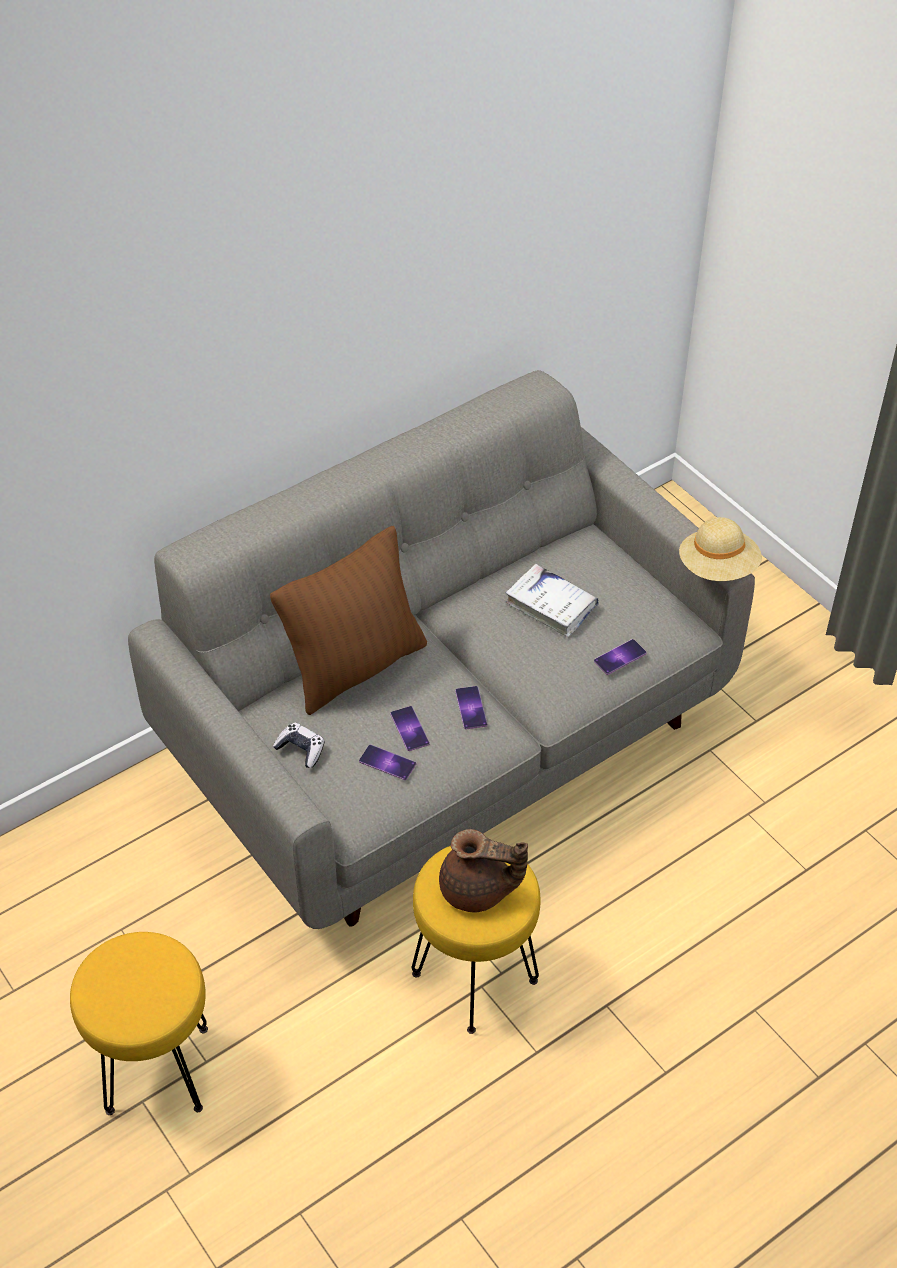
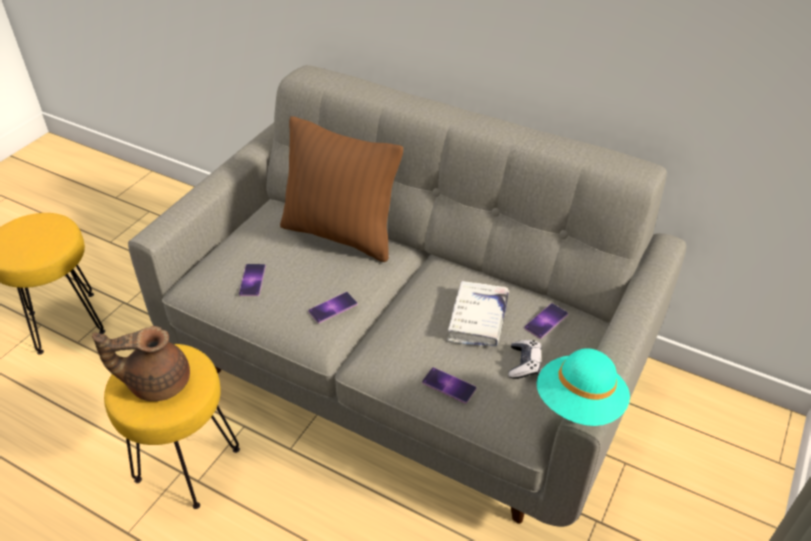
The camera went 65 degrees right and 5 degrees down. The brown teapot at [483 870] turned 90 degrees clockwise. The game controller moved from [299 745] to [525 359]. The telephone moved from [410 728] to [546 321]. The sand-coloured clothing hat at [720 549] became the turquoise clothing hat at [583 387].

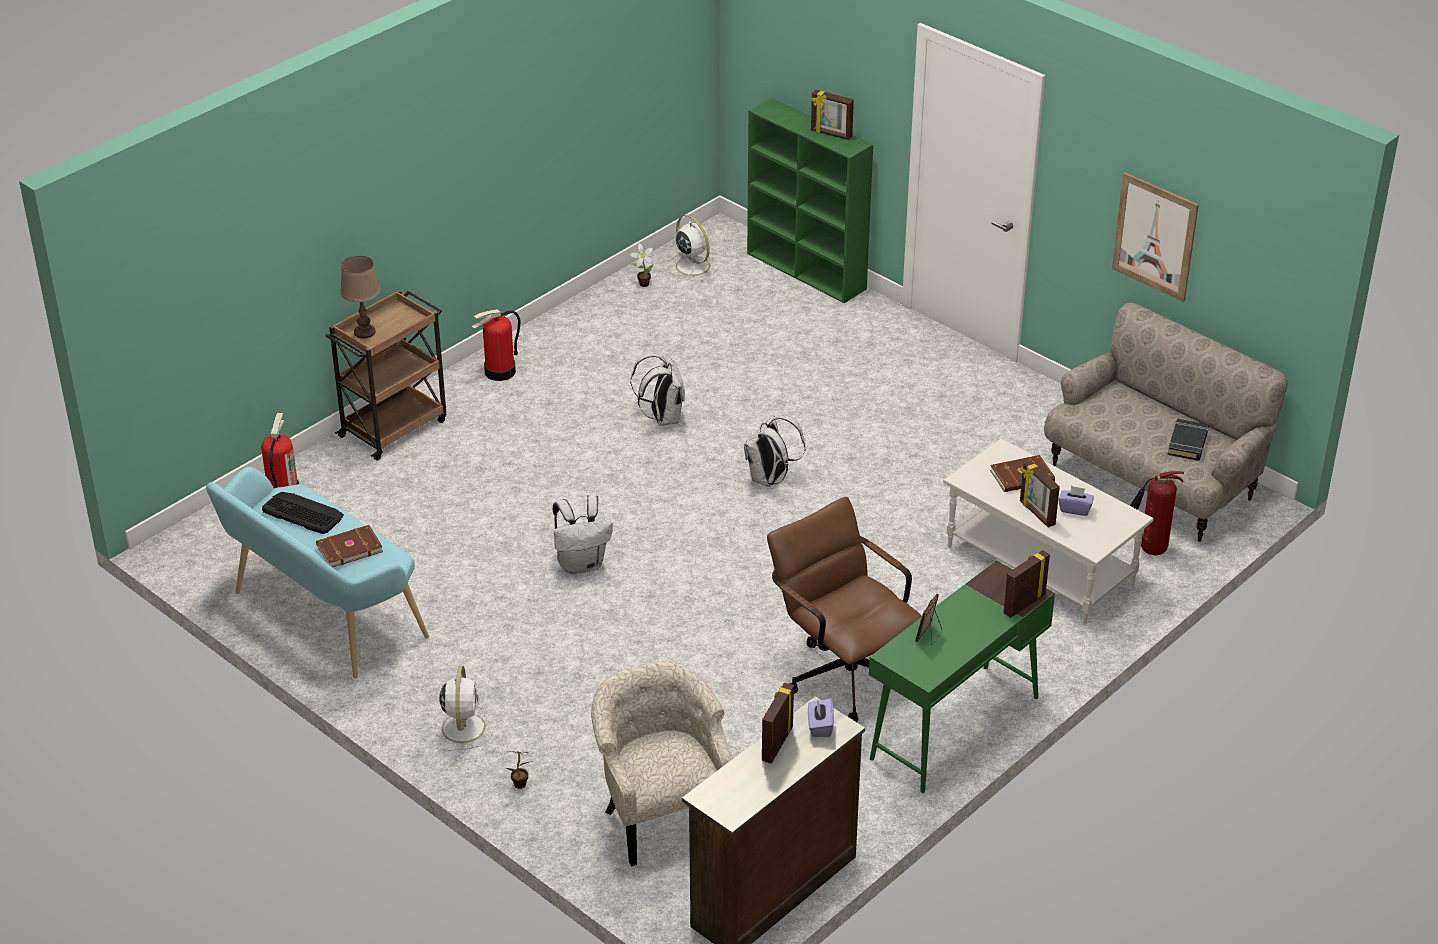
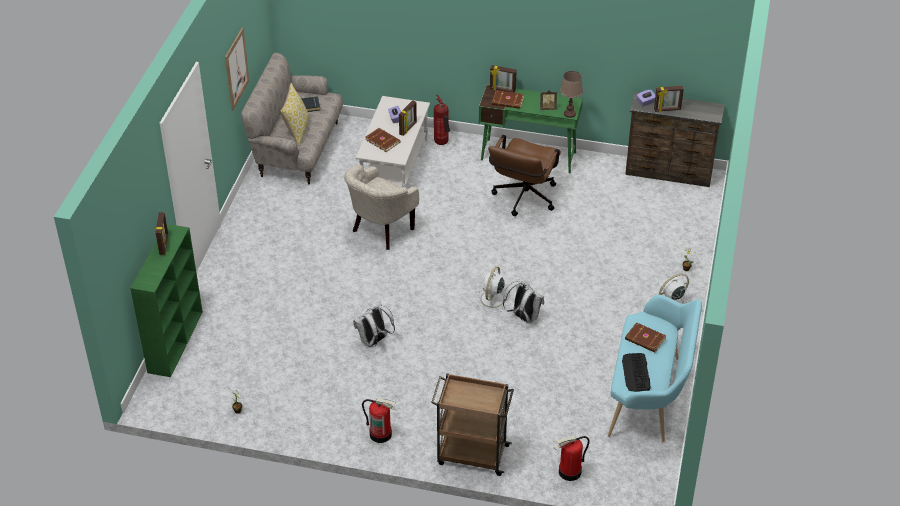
The camera went 120 degrees left and 5 degrees up. The pillow at [295 114] appeared. The sand-coloured armchair moved from [662 764] to [381 207]. The fire extinguisher moved from [1157 513] to [442 120]. The white fan moved from [692 248] to [492 289]. The brown bound book at [508 99] appeared. The brown lamp for a table moved from [360 297] to [571 94]. The white backpack at [774 451] disappeared.

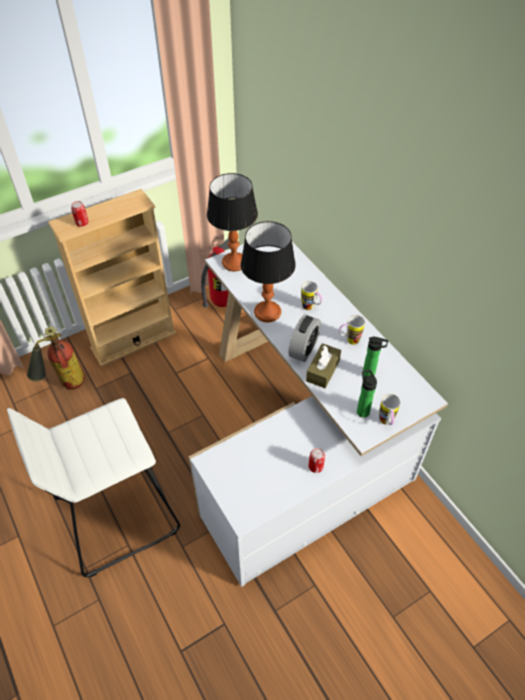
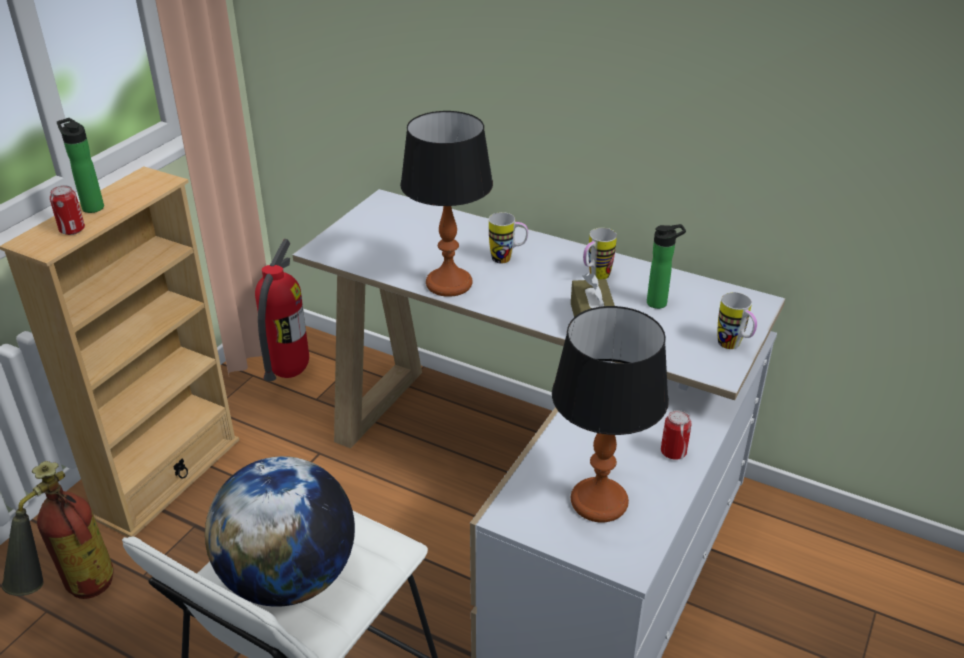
The camera went 30 degrees left and 15 degrees down. The drink bottle moved from [367 394] to [80 165]. The world globe at [280 531] appeared. The lamp for a table moved from [232 222] to [610 414]. The alarm clock at [304 338] disappeared.

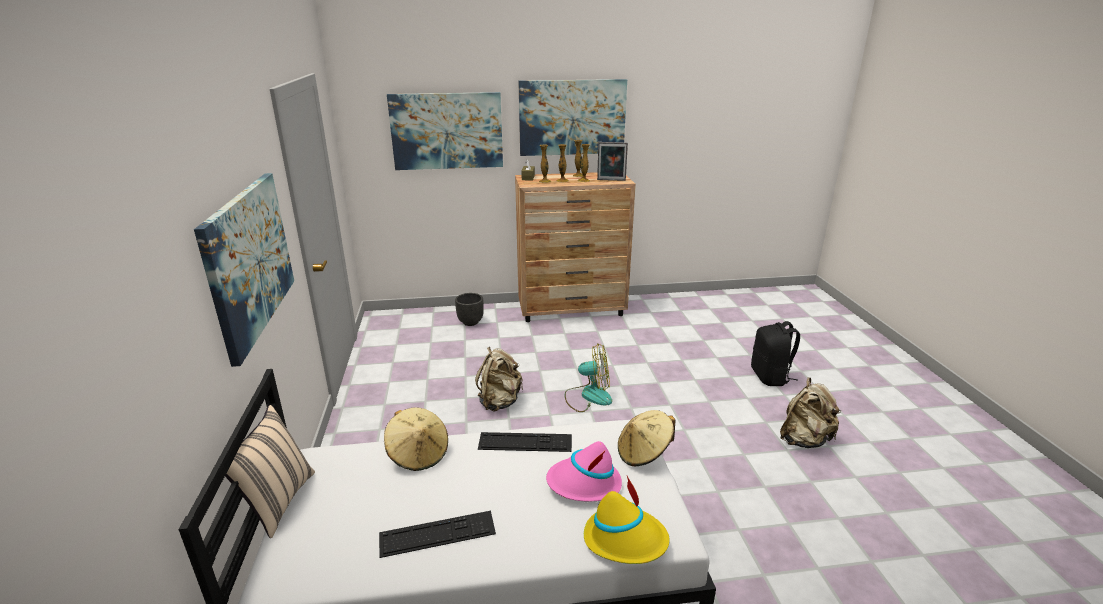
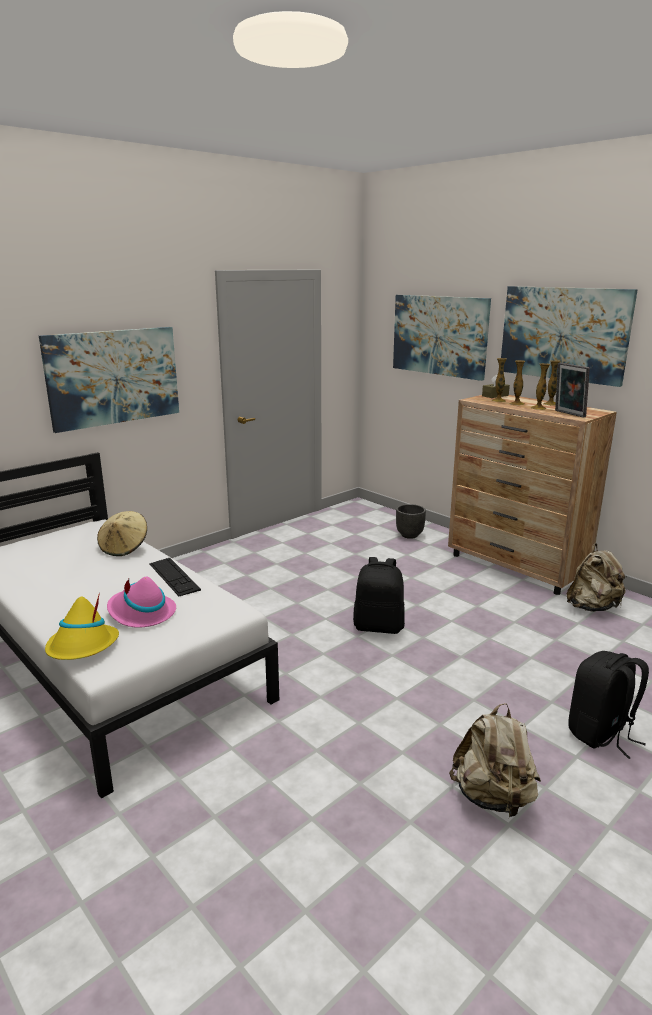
The camera went 55 degrees right and 5 degrees down. The fan at [588 377] was replaced by the black backpack at [379 595]. The sand-coloured backpack moved from [499 379] to [596 577]. The sand-coloured pillow at [270 471] disappeared. The PC keyboard at [437 534] disappeared. The sand-coloured clothing hat at [646 438] disappeared.

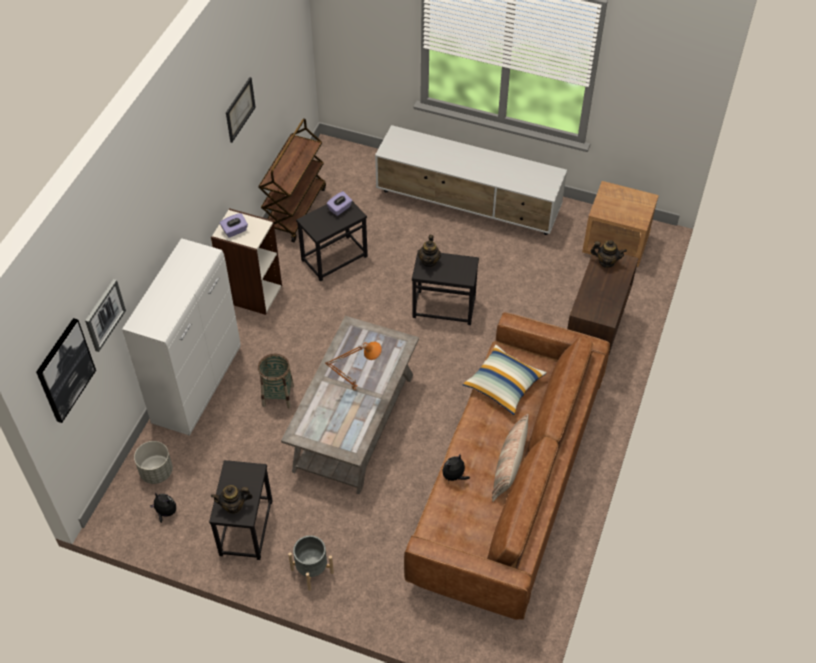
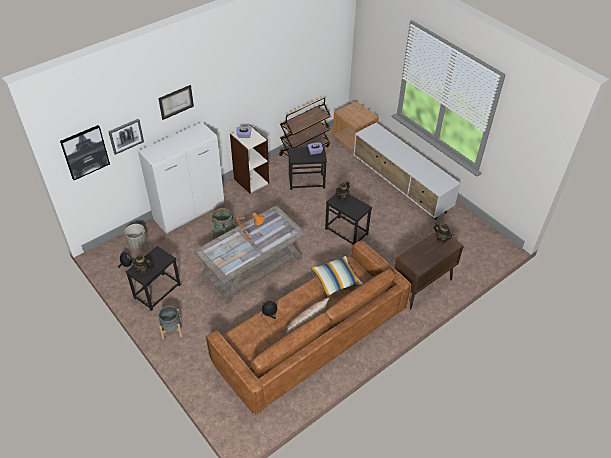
The camera went 30 degrees right and 5 degrees down. The wall picture moved from [241 110] to [176 102]. The brown night table moved from [620 224] to [356 127].

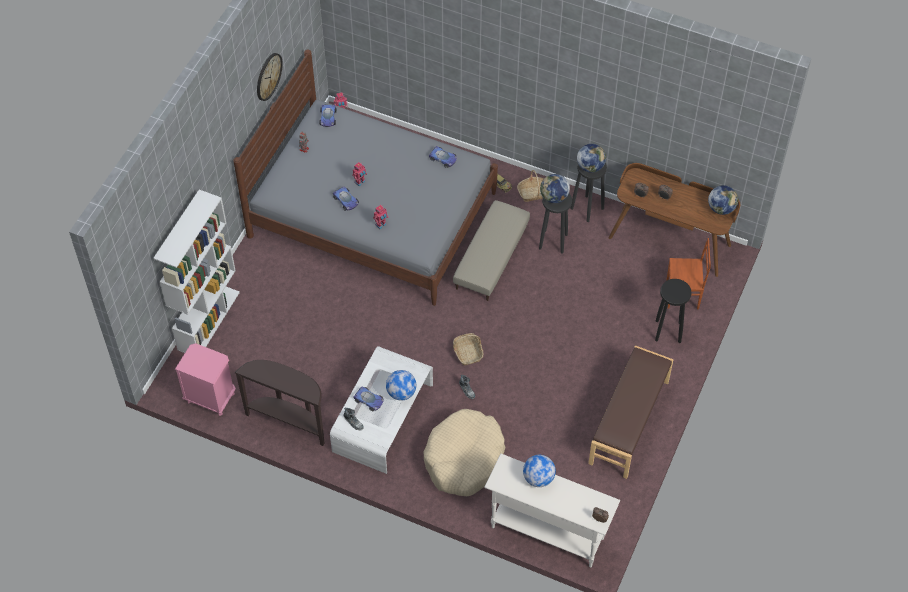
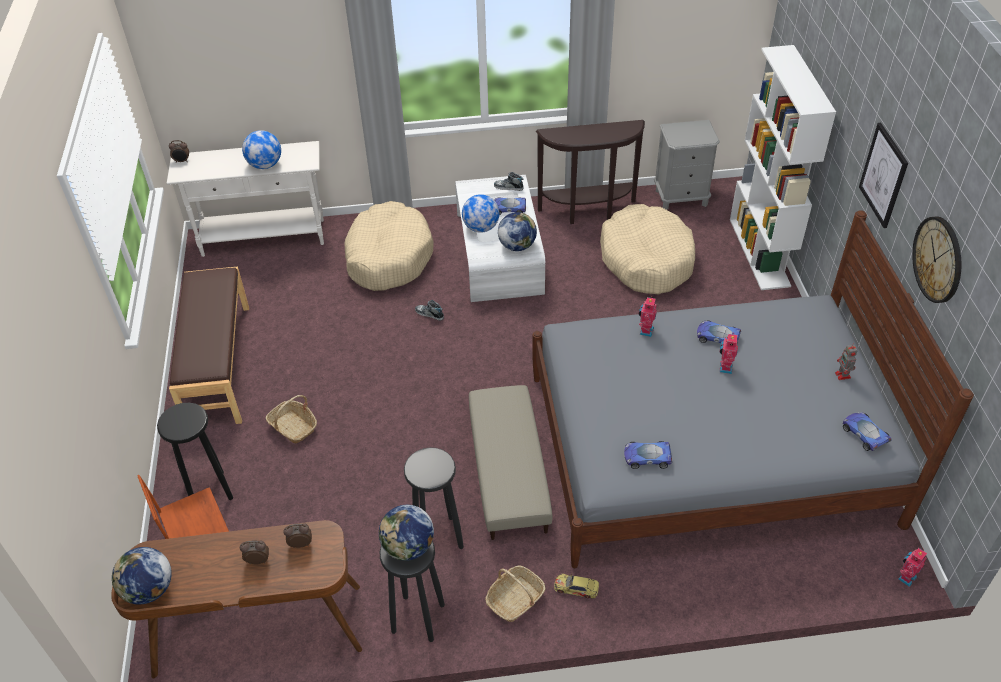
The camera went 150 degrees right and 10 degrees down. The basket moved from [468 349] to [291 419]. The world globe moved from [555 188] to [517 231]. The sand-coloured pet bed at [647 249] appeared. The pink-coloured night table at [205 379] became the grey night table at [687 165]. The wall picture at [883 175] appeared.

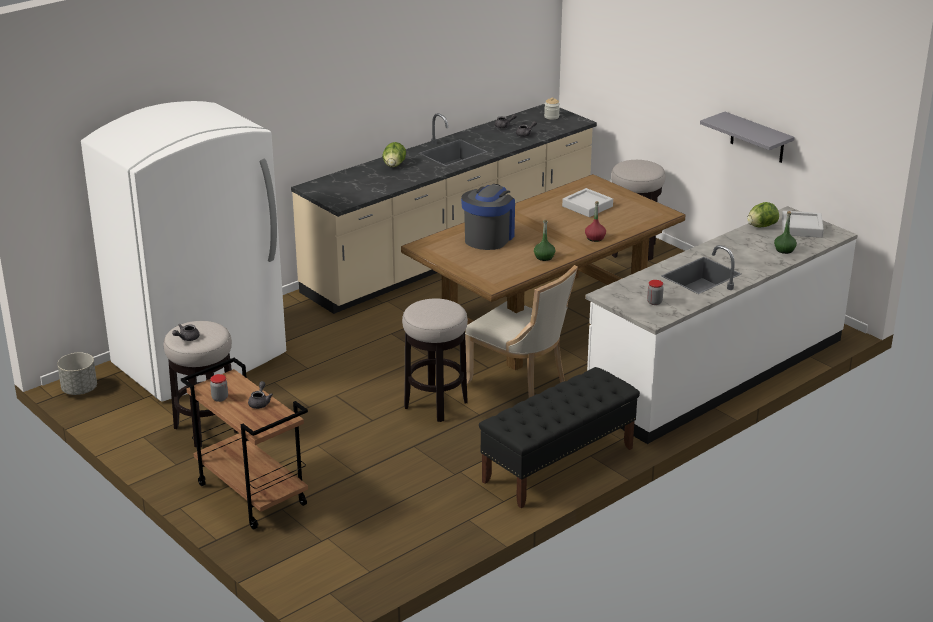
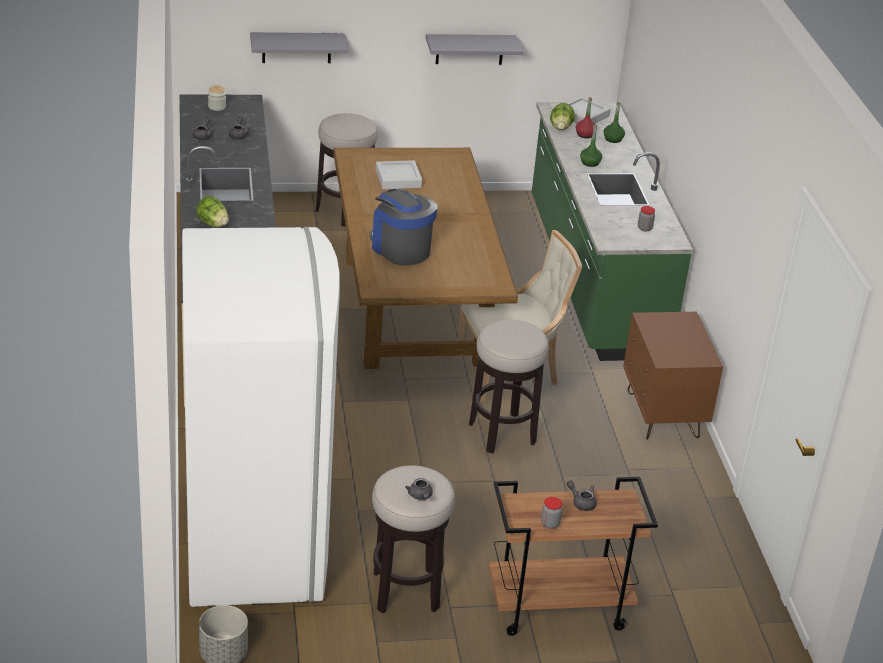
The camera went 60 degrees left and 5 degrees up. The grey shelf at [298 47] appeared. The white kitchen counter at [721 325] became the greenish kitchen counter at [612 231]. The red-coloured drink bottle moved from [595 221] to [586 117]. The greenish drink bottle moved from [544 240] to [591 146]. The black indoor bench at [559 437] was replaced by the brown night table at [673 376].

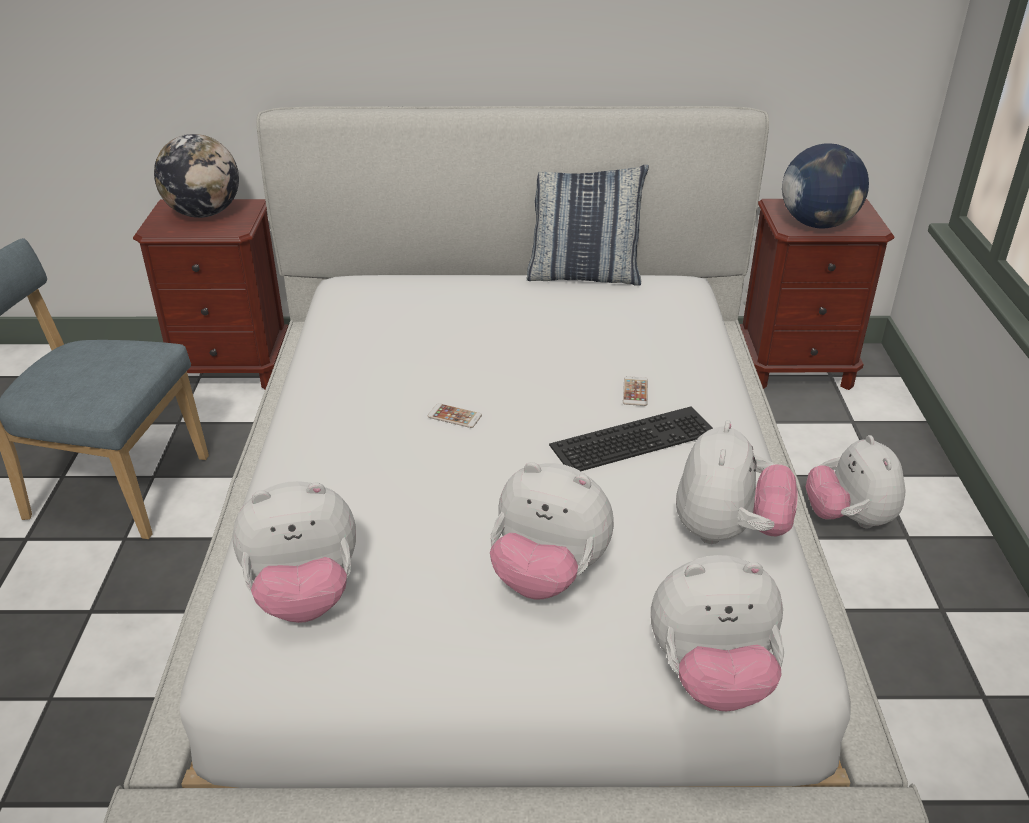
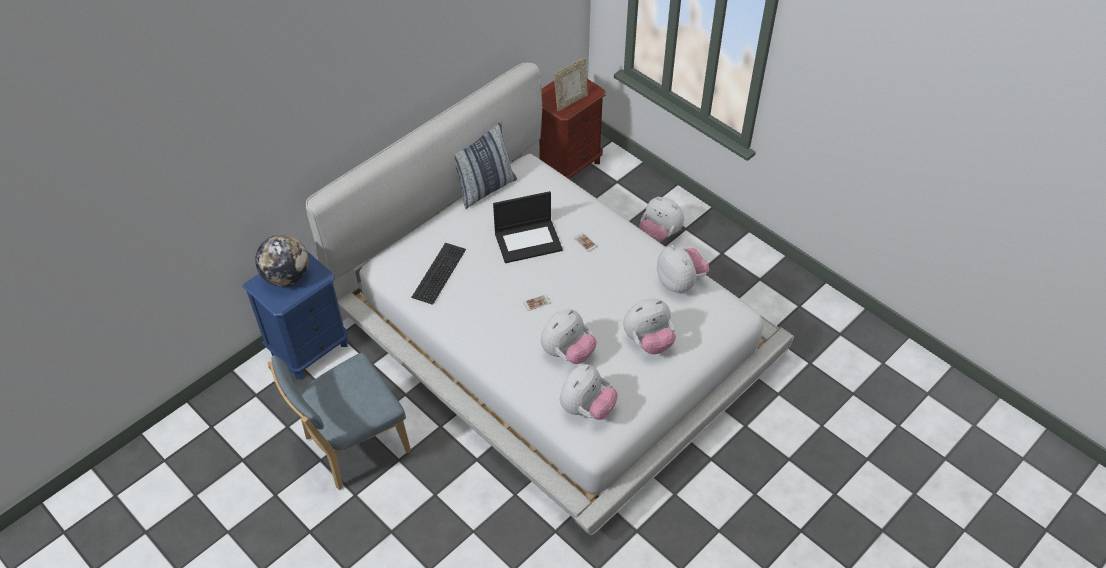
The camera went 45 degrees left and 15 degrees up. The brown night table at [210 294] became the blue night table at [295 315]. The PC keyboard moved from [631 438] to [438 274]. The portable computer at [528 227] appeared. The soft toy moved from [717 633] to [569 336]. The world globe at [825 185] was replaced by the standing frame at [571 84].

